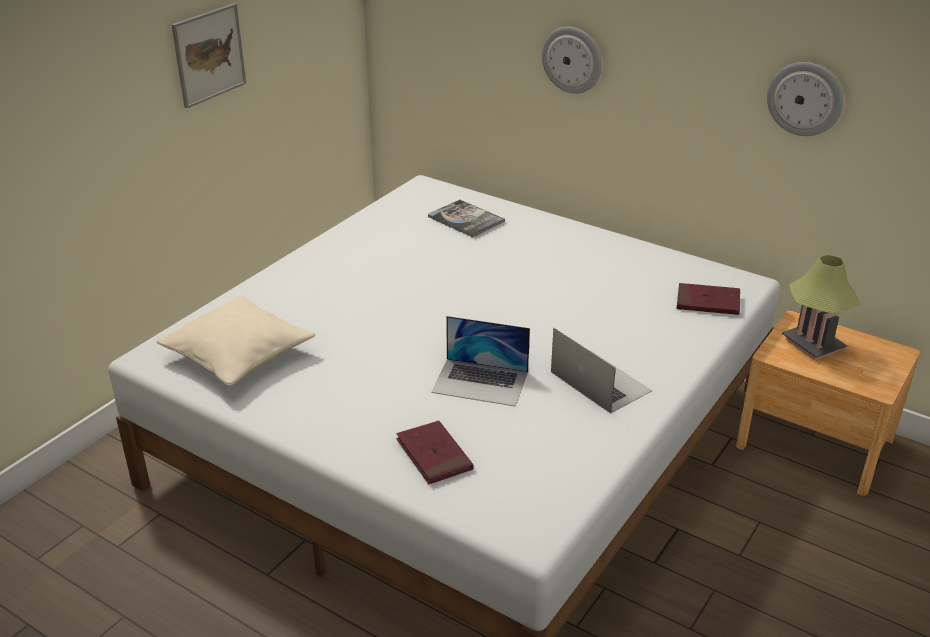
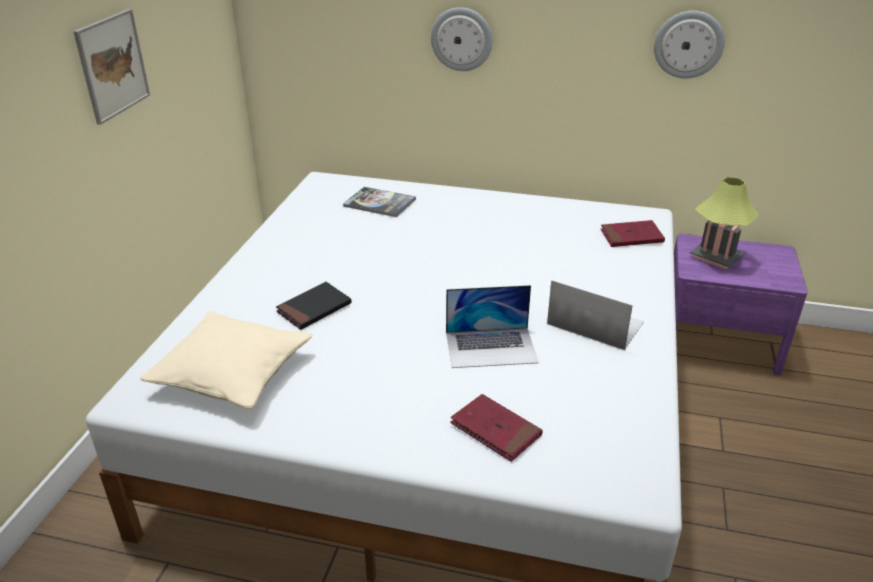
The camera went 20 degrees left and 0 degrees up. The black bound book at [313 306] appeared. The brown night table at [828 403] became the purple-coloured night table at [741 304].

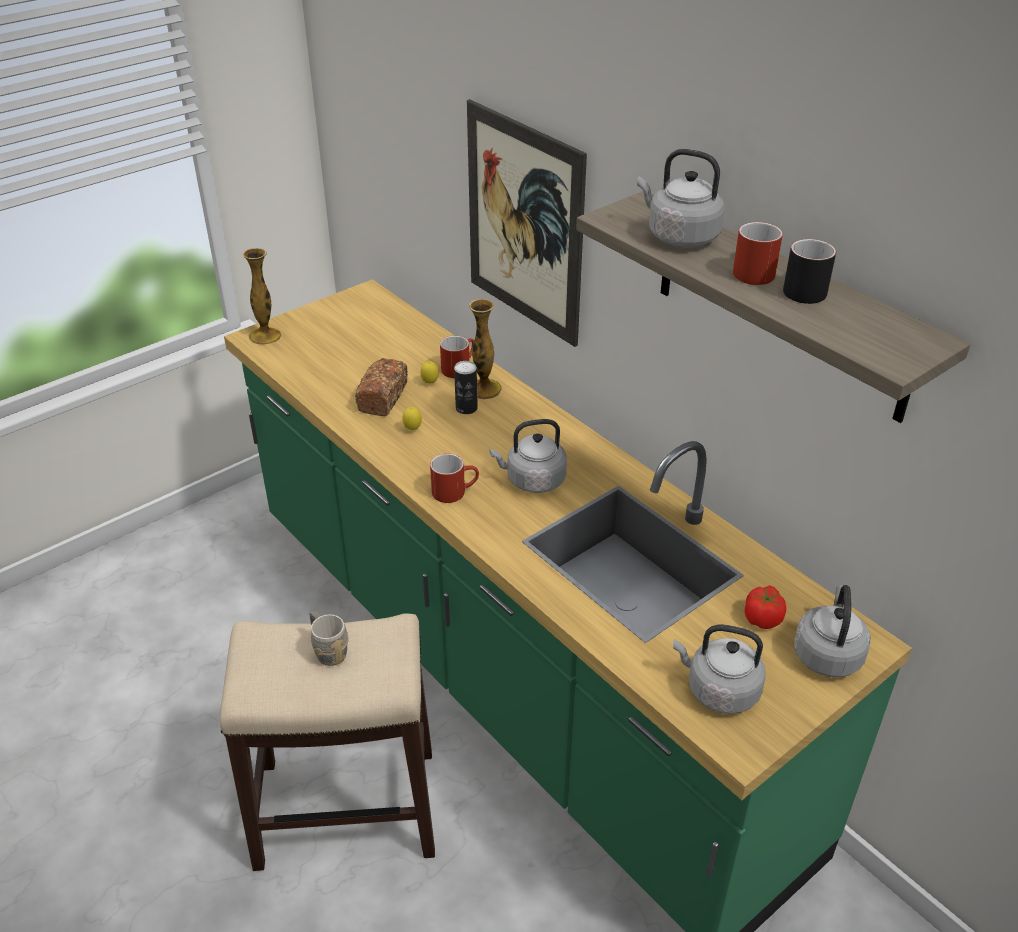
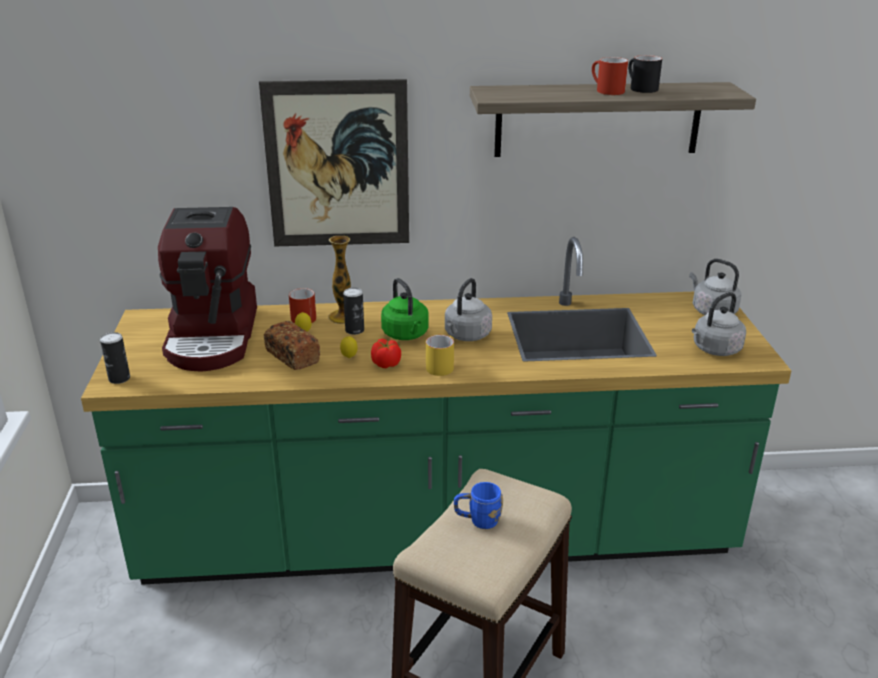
The camera went 55 degrees left and 10 degrees down. The decorative vase at [262 296] was replaced by the can at [115 358]. The coffee maker at [207 289] appeared. The whole tomato moved from [765 607] to [386 353]. The greenish kettle at [405 309] appeared. The red-coloured coffee mug at [454 478] became the yellowish coffee mug at [440 355]. The grey coffee mug at [329 638] became the blue coffee mug at [478 505]. The grey kettle at [681 198] disappeared.

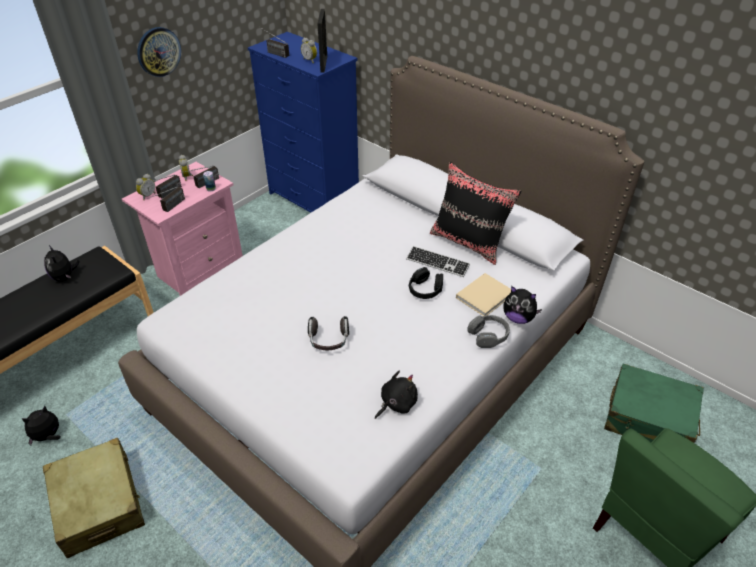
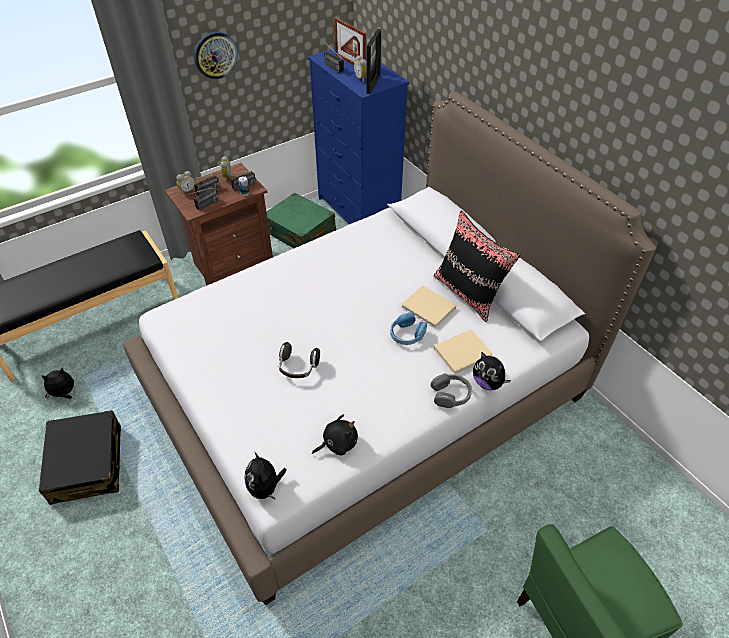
The camera went 15 degrees right and 5 degrees up. The sand-coloured suitcase at [94 498] became the black suitcase at [80 457]. The pink-coloured night table at [182 229] became the brown night table at [218 224]. The soft toy moved from [61 262] to [266 476]. The greenish suitcase moved from [654 403] to [301 220]. The standing frame at [350 41] appeared. The black headset at [426 283] became the blue headset at [408 328]. The PC keyboard at [438 261] was replaced by the sand-coloured bound book at [428 306].

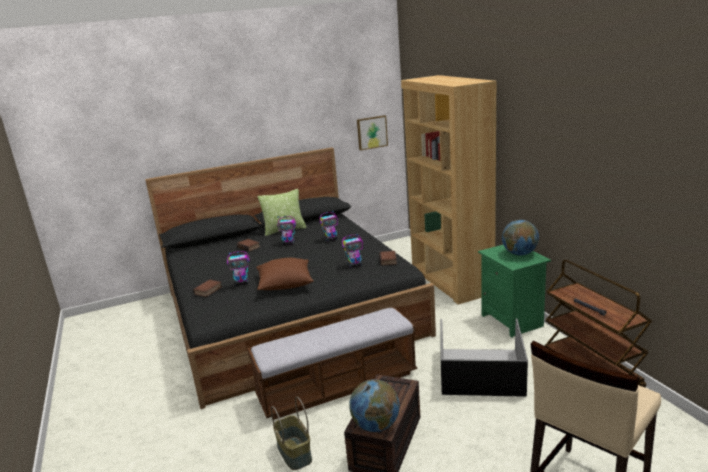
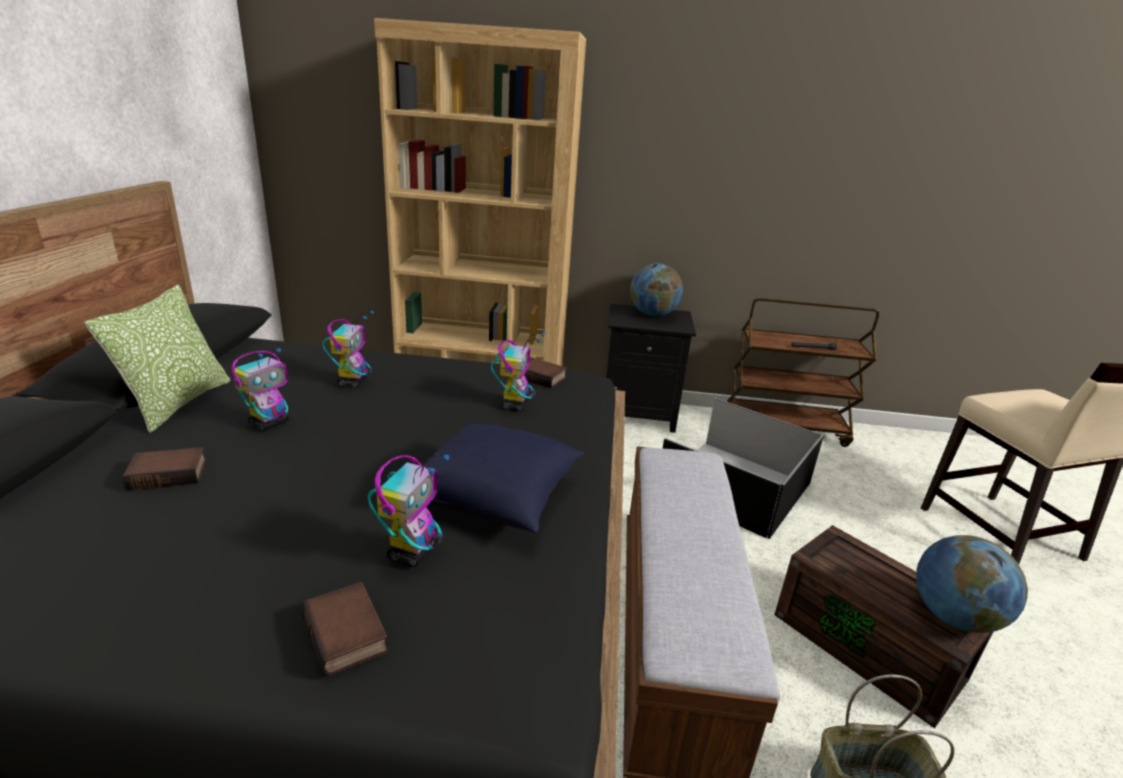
The camera went 65 degrees left and 5 degrees up. The brown pillow at [285 274] became the blue pillow at [503 478]. The greenish night table at [514 291] became the black night table at [651 368]. The wall picture at [372 132] disappeared.

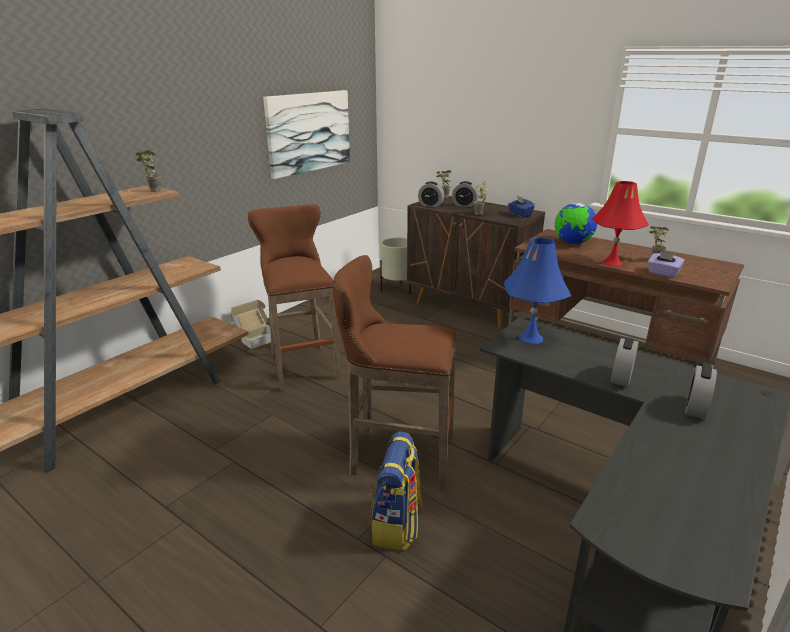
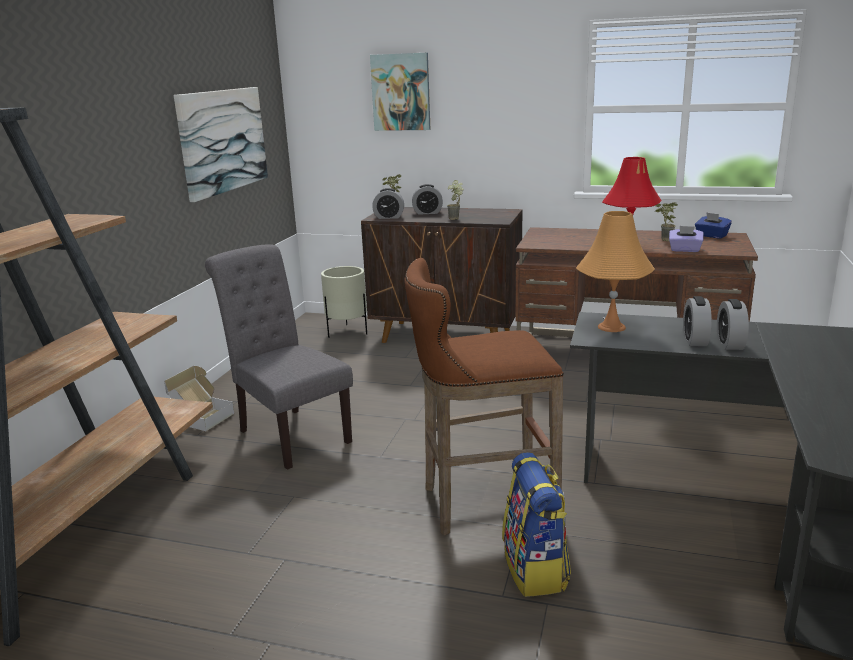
The camera went 20 degrees left and 5 degrees down. The brown stool at [294 297] was replaced by the grey plain chair at [279 357]. The wall picture at [400 92] appeared. The blue lamp for a table at [537 290] became the orangey lamp for a table at [615 271]. The alarm clock moved from [701 392] to [697 321]. The blue tissue box moved from [521 206] to [713 225]. The houseplant at [149 171] disappeared. The world globe at [576 223] disappeared.

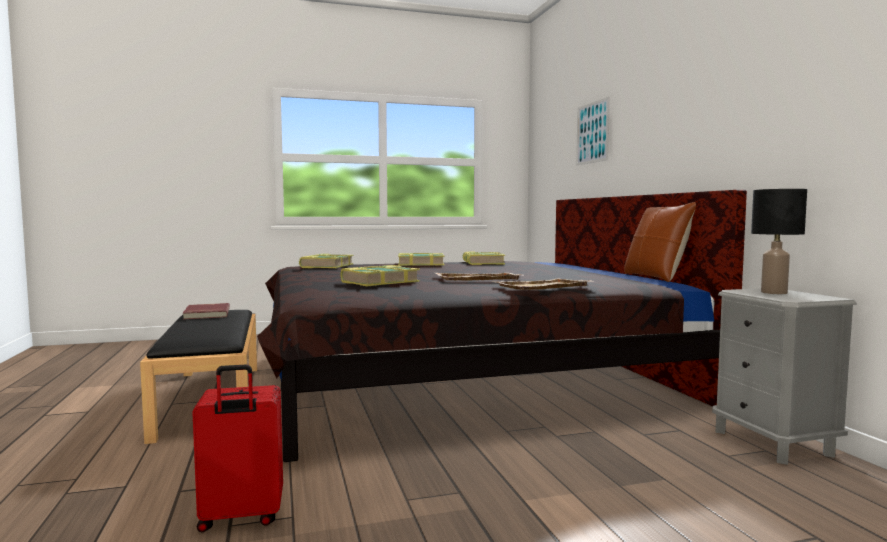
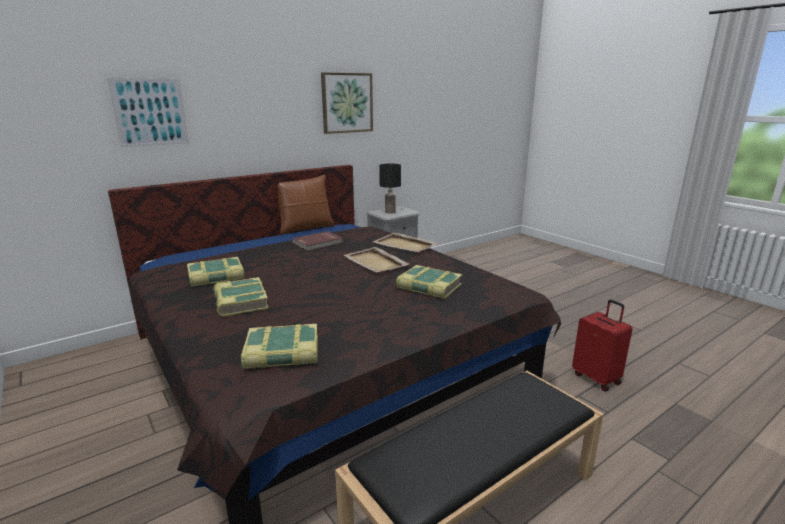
The camera went 110 degrees left and 15 degrees up. The red-coloured bound book moved from [206 311] to [317 241]. The wall picture at [347 103] appeared.

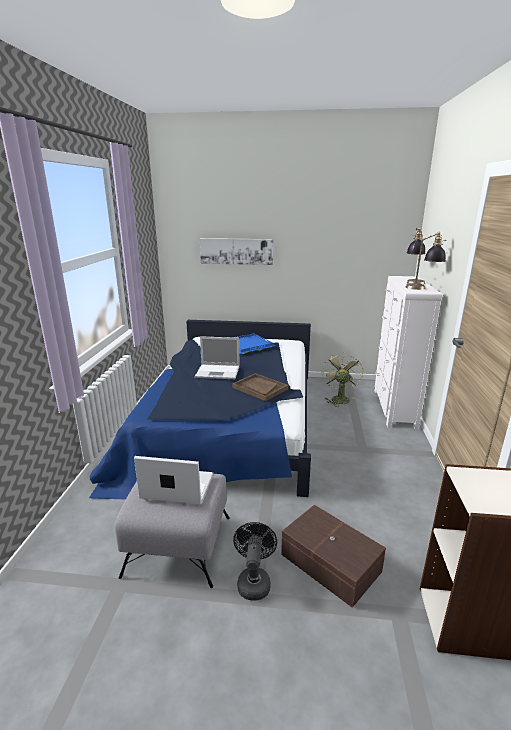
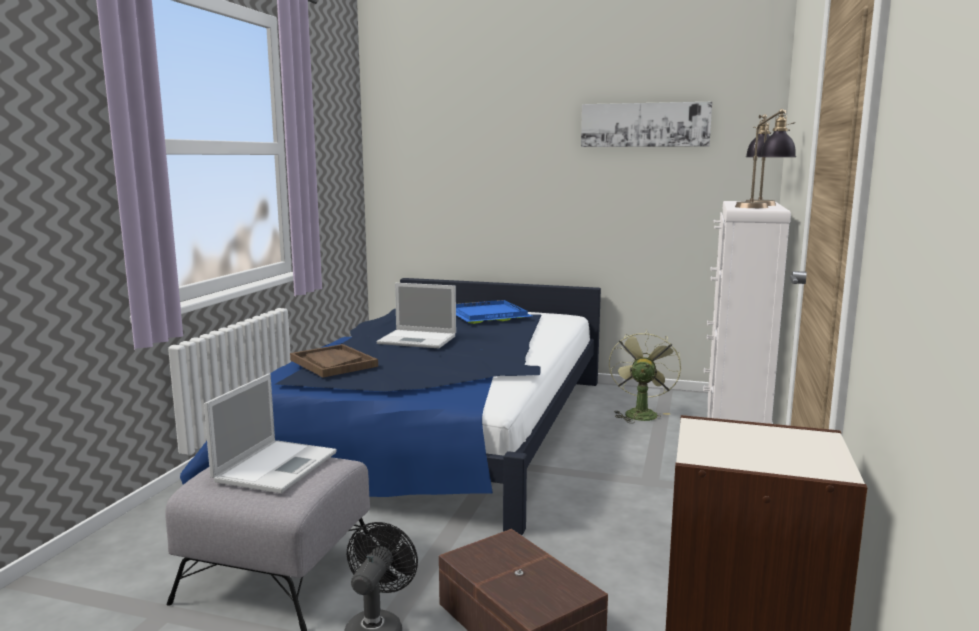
The camera went 10 degrees right and 10 degrees down. The portable computer at [173 480] turned 90 degrees clockwise. The brown tray moved from [260 387] to [334 361]. The wall picture moved from [237 251] to [646 124].

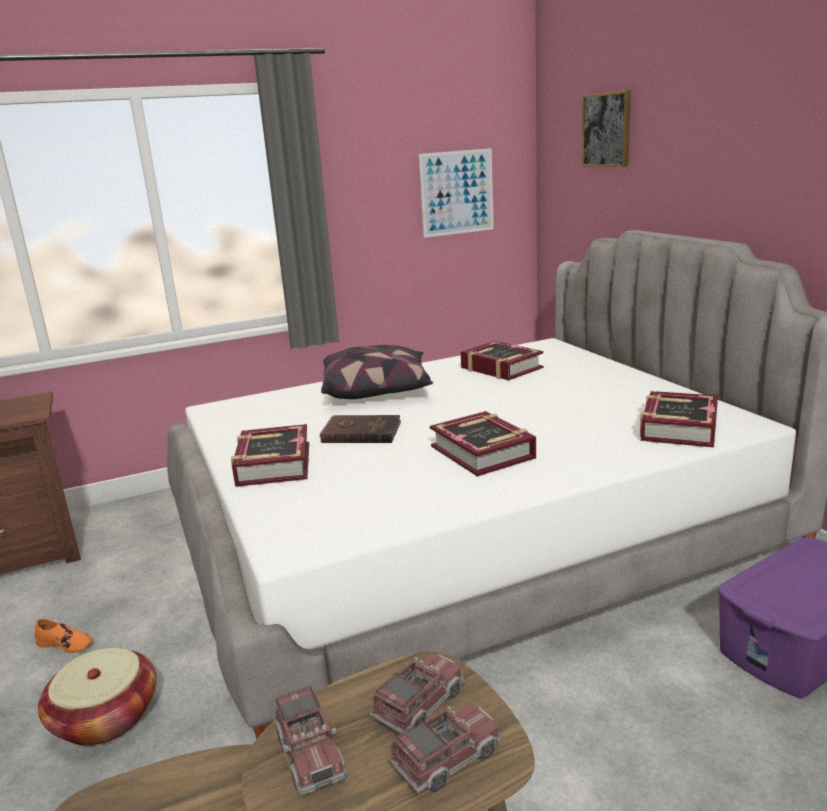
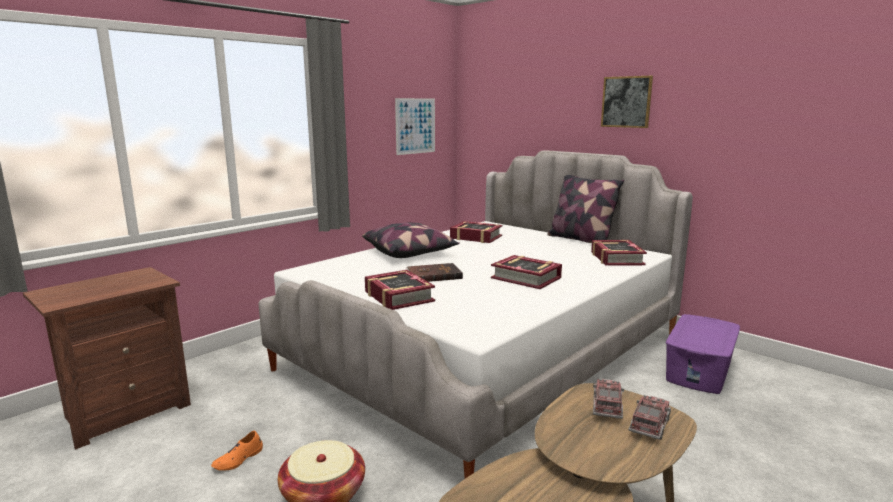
The camera went 25 degrees left and 5 degrees down. The orangey low shoe at [64 636] turned 135 degrees clockwise. The pillow at [585 209] appeared. The wall picture moved from [606 128] to [627 102]. The toy lorry at [310 740] disappeared.

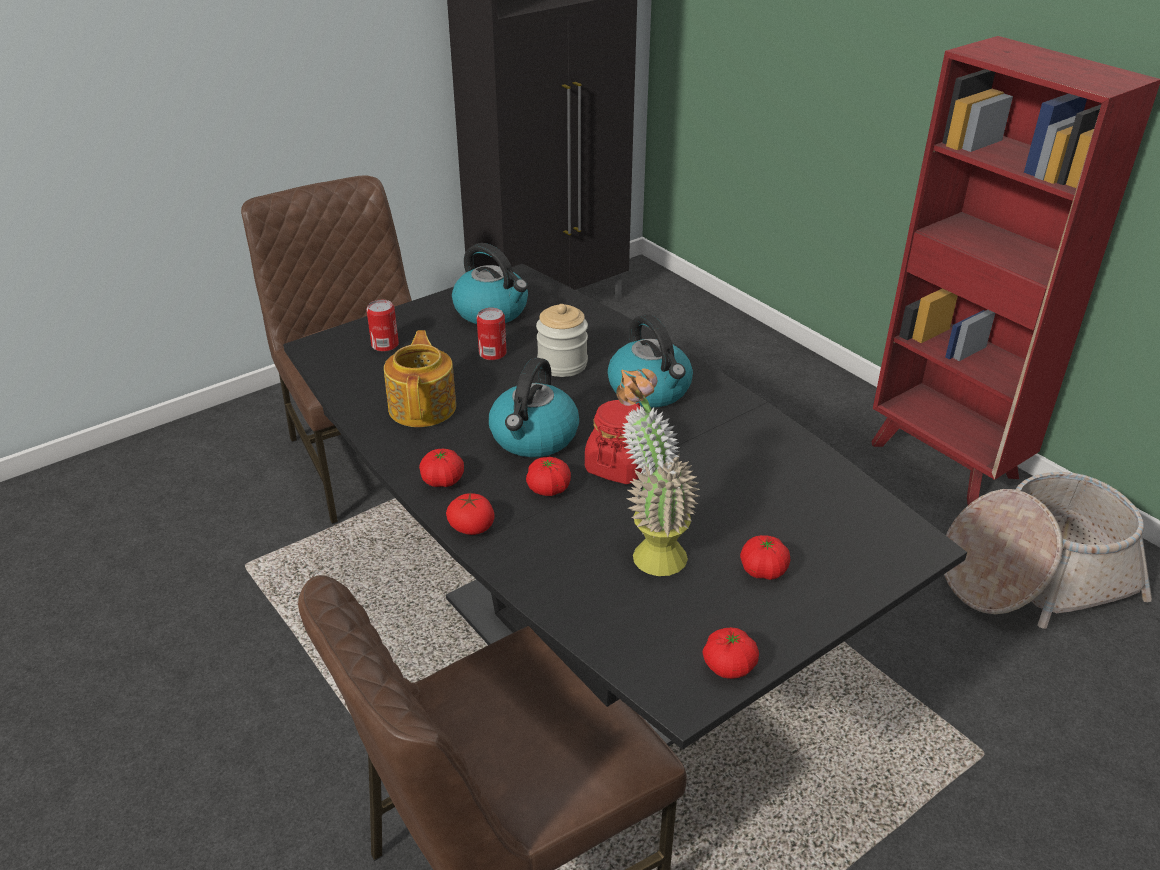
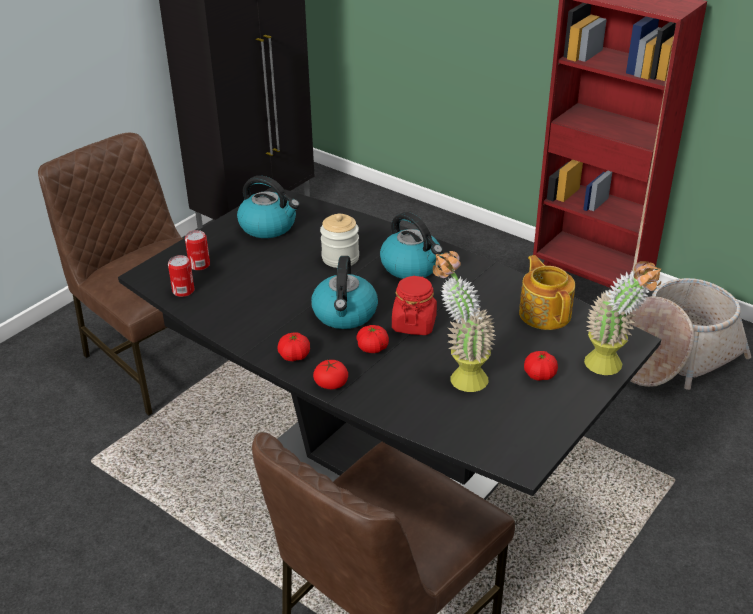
The camera went 15 degrees left and 0 degrees up. The can moved from [492 334] to [181 276]. The teapot moved from [420 378] to [547 292]. The houseplant at [622 318] appeared. The whole tomato at [731 653] disappeared.

